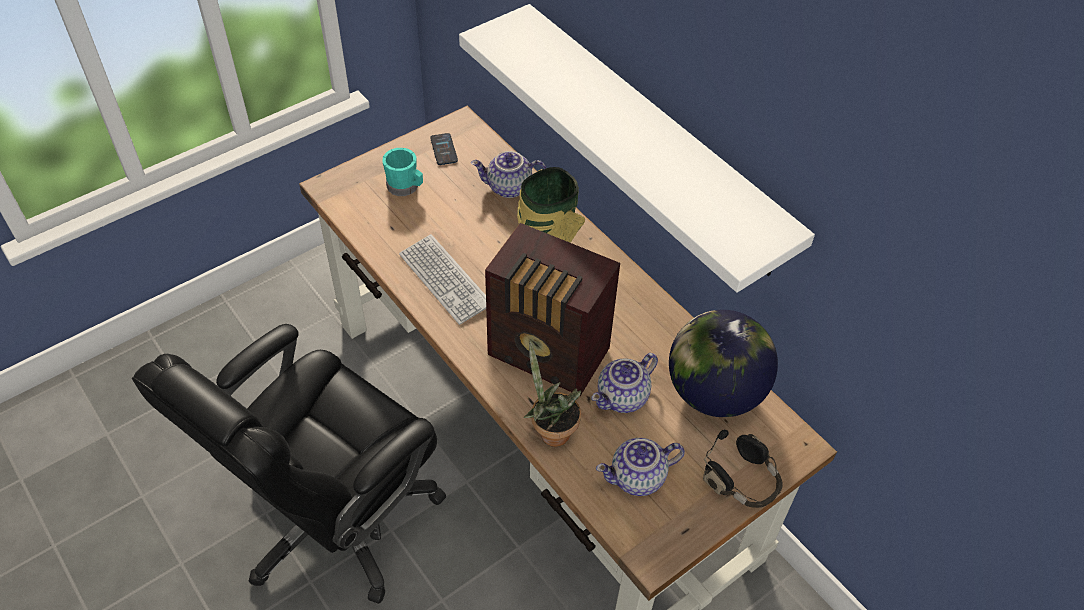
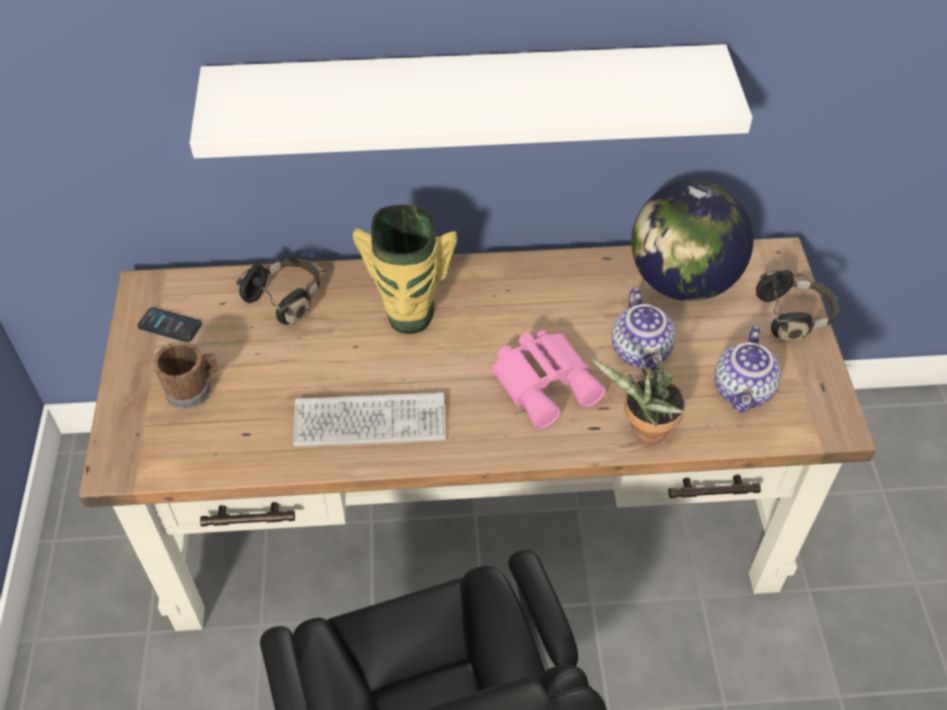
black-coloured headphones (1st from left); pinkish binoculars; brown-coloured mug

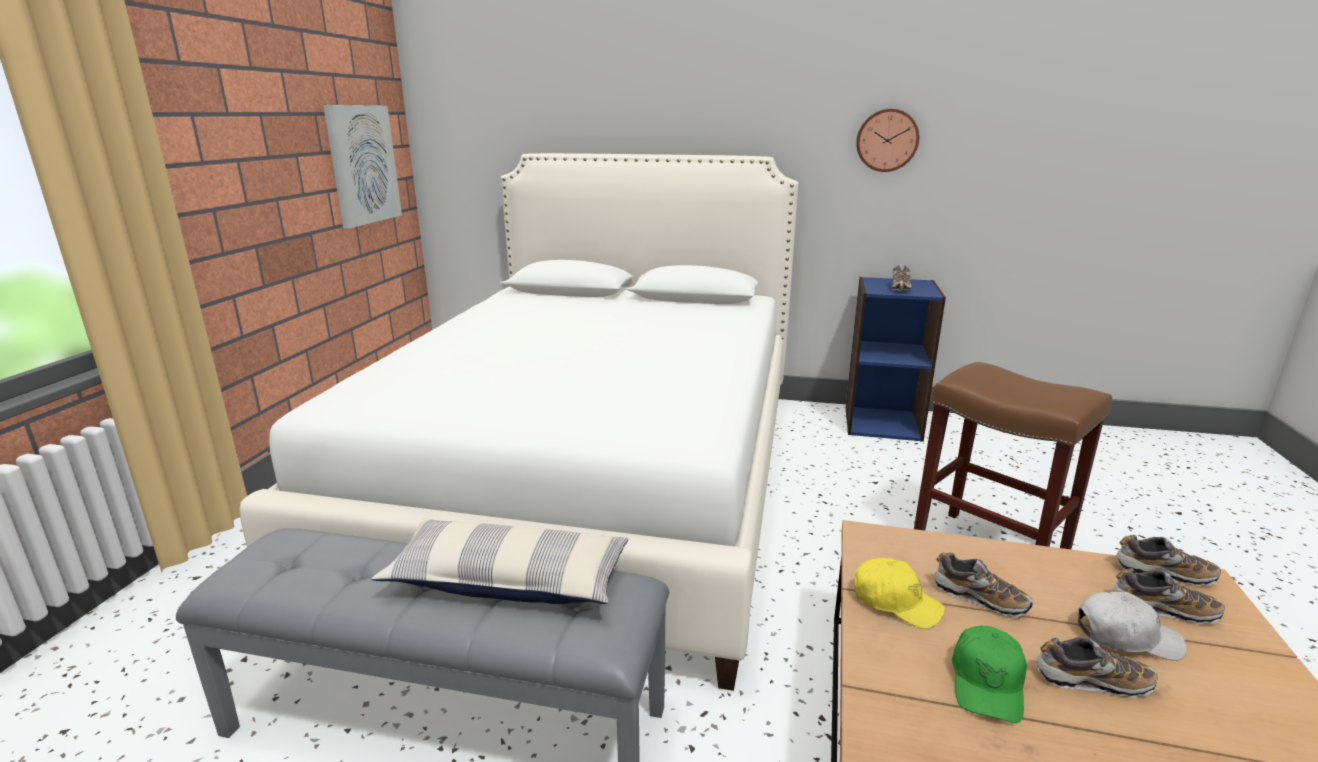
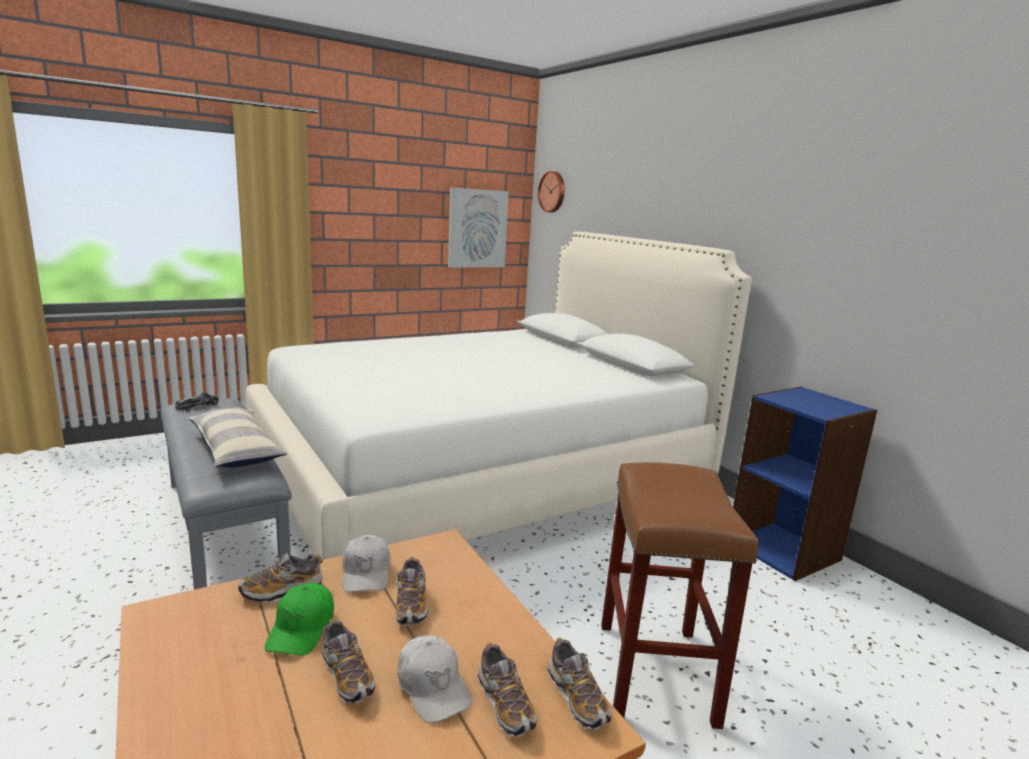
miniature car; hanging clock; shoe (1st from left); white-coloured peaked cap (1st from left); green peaked cap

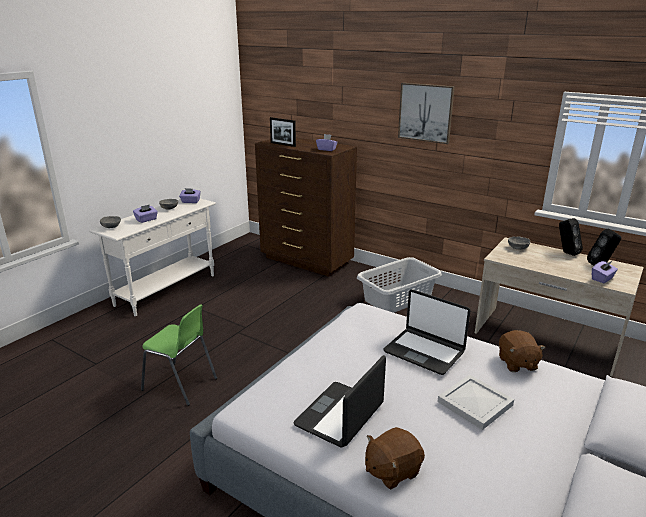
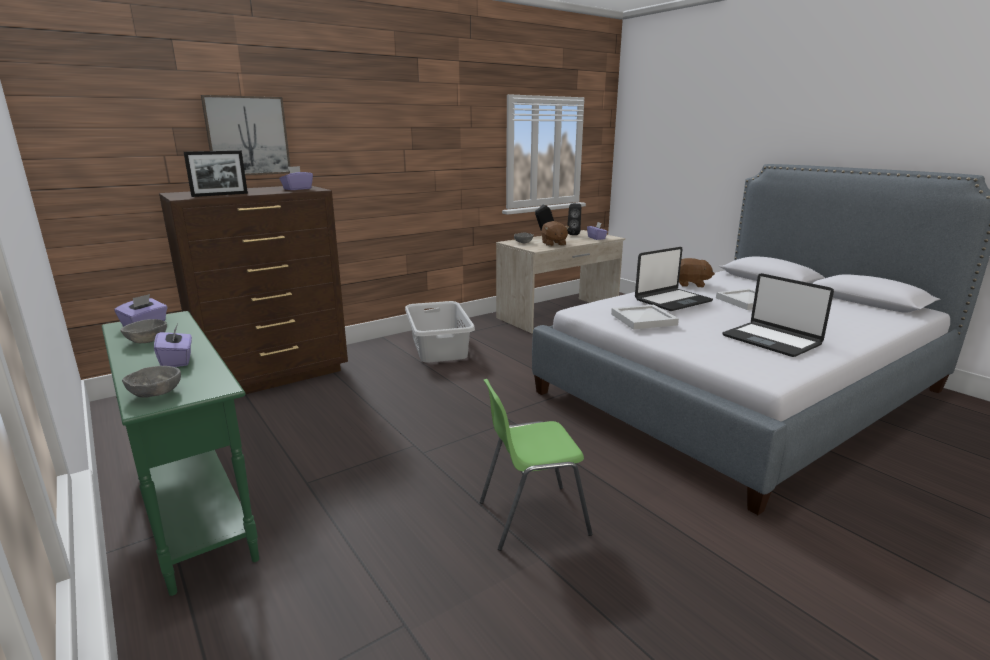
white-coloured tray (1st from left); brown-coloured cuddly toy (1st from left); picture; green console table; green chair

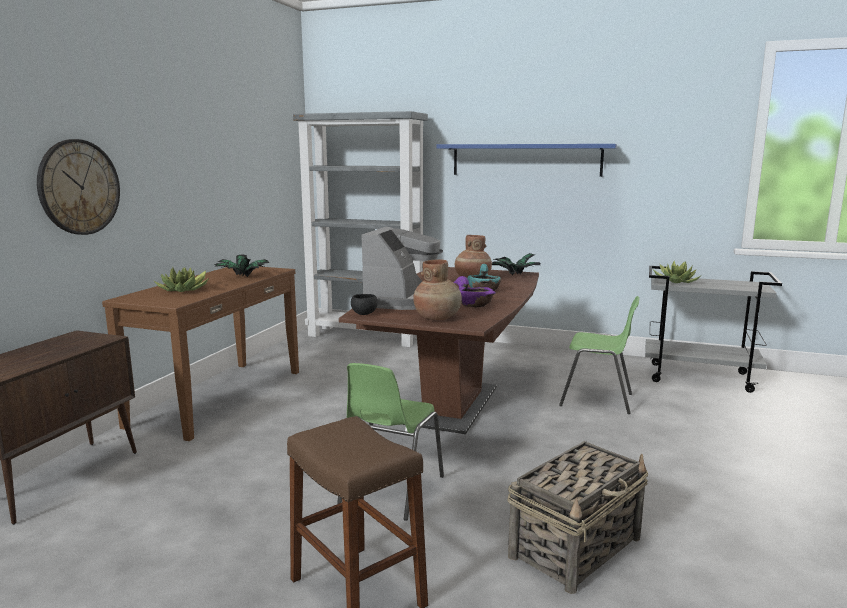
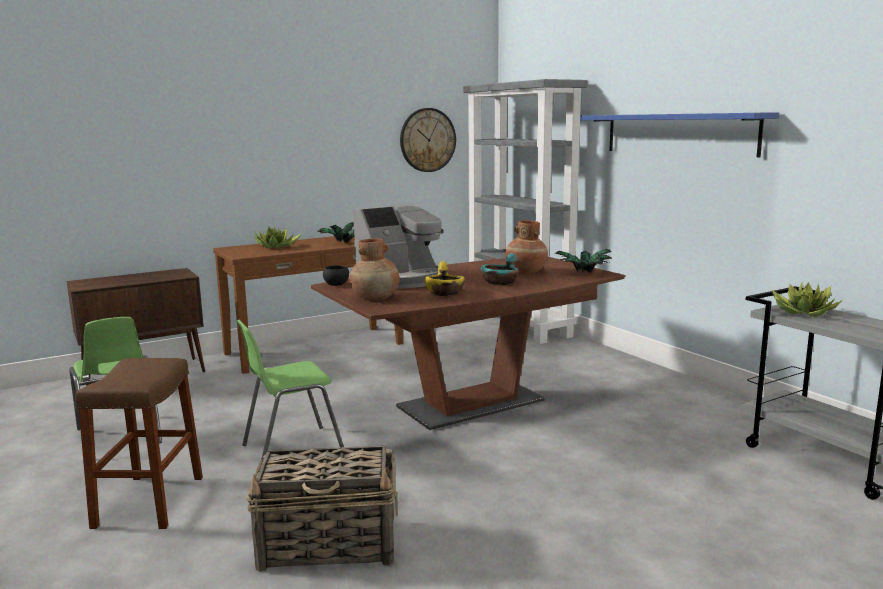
hanging clock; green chair (1st from left); yellow deep dish

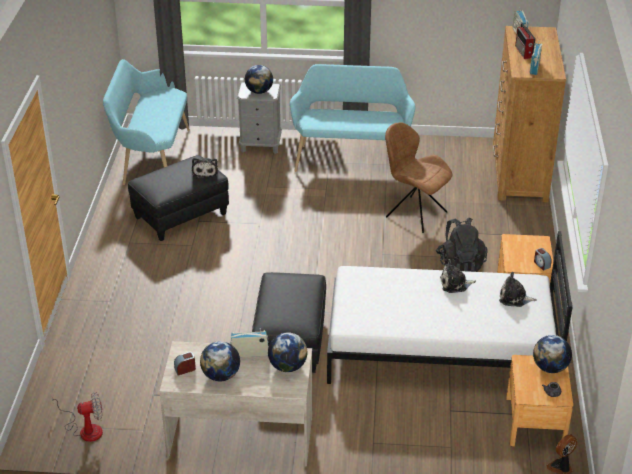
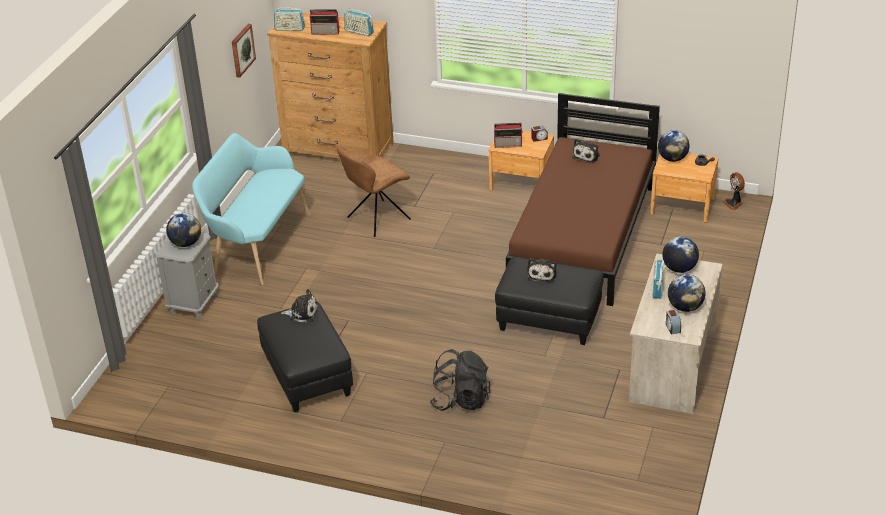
fan (1st from left in the first image); turquoise long seat (1st from left in the first image); picture; radio set (4th from left); black-coloured knapsack; cuddly toy (2nd from left); brown-coloured bedroom bed

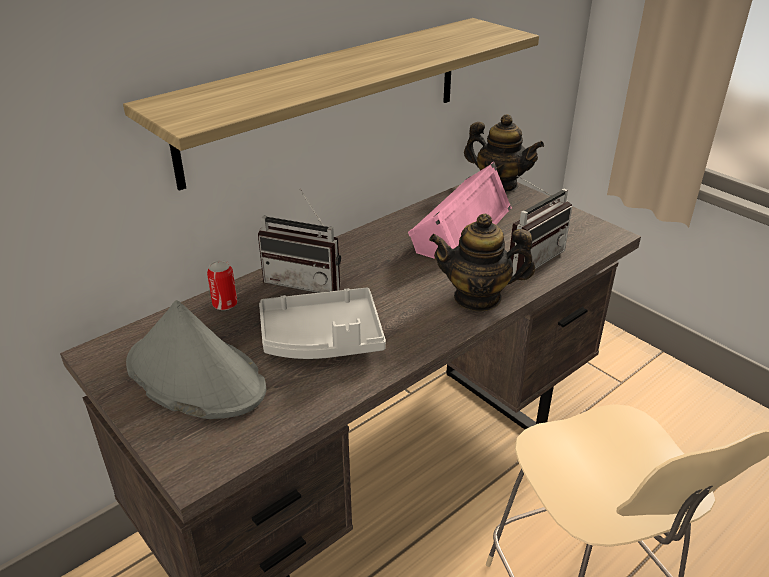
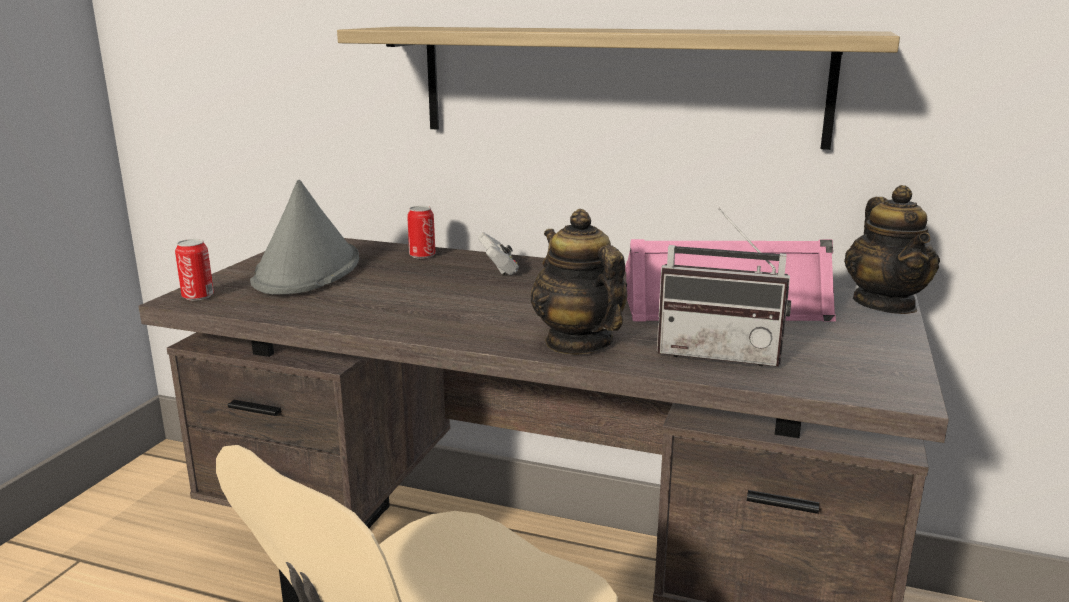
gray tray; sealed can (1st from left); white-coloured joypad

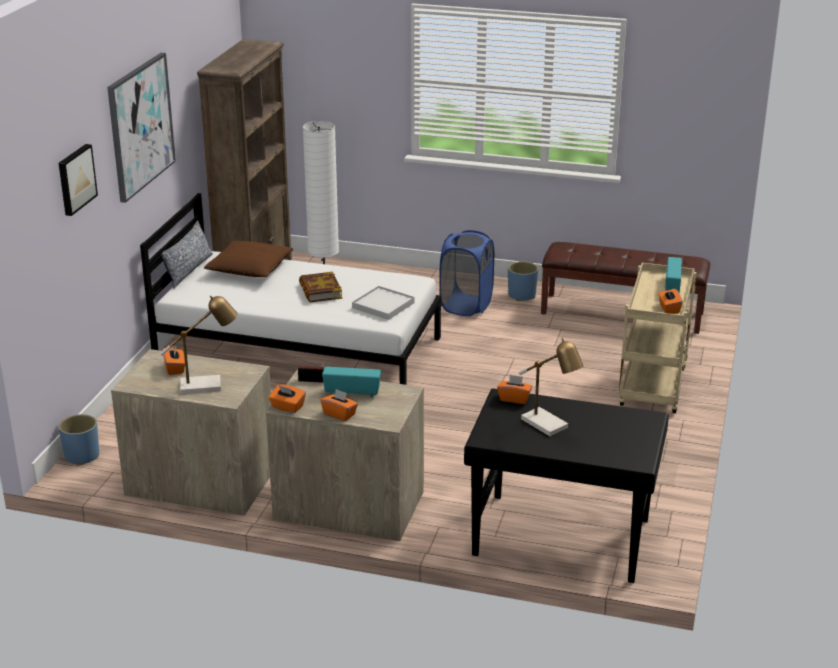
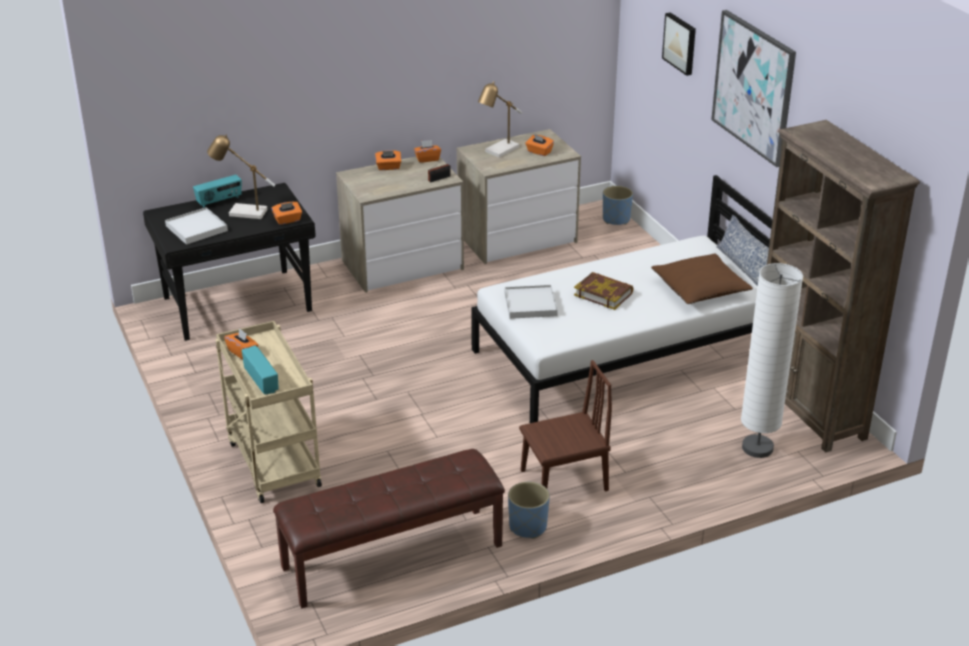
white-coloured tray (1st from left); radio set (1st from left); brown-coloured chair

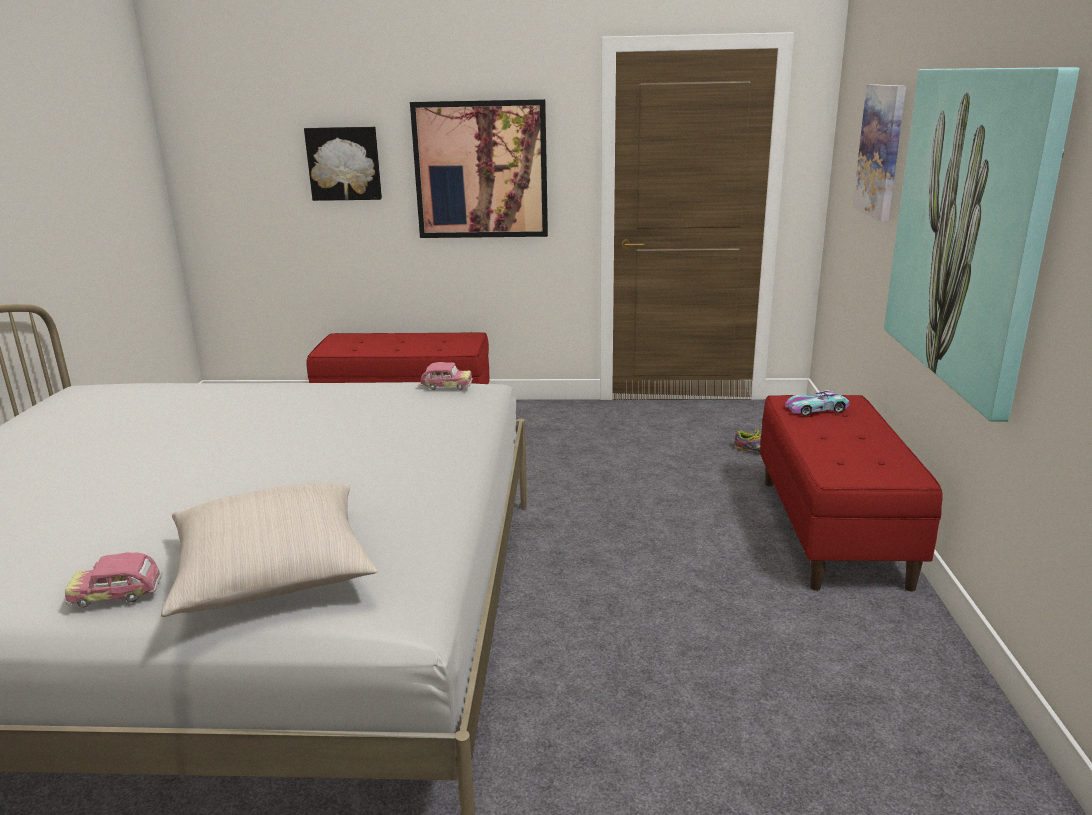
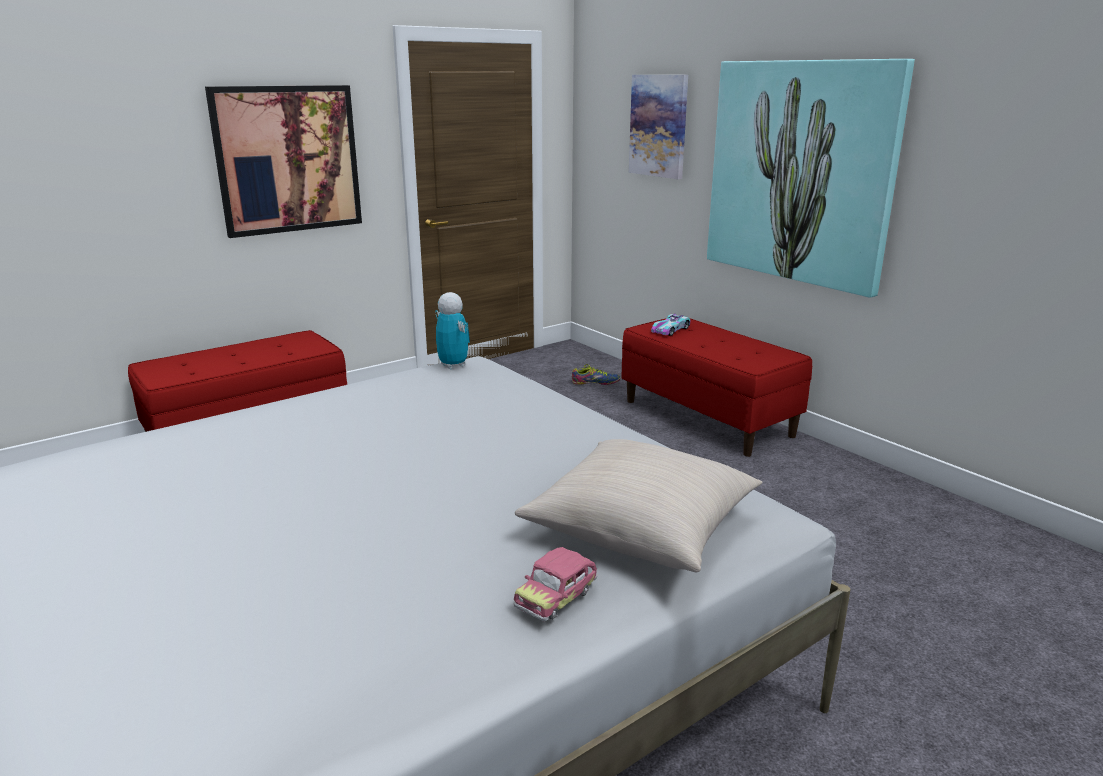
picture (1st from left in the first image); robot figure

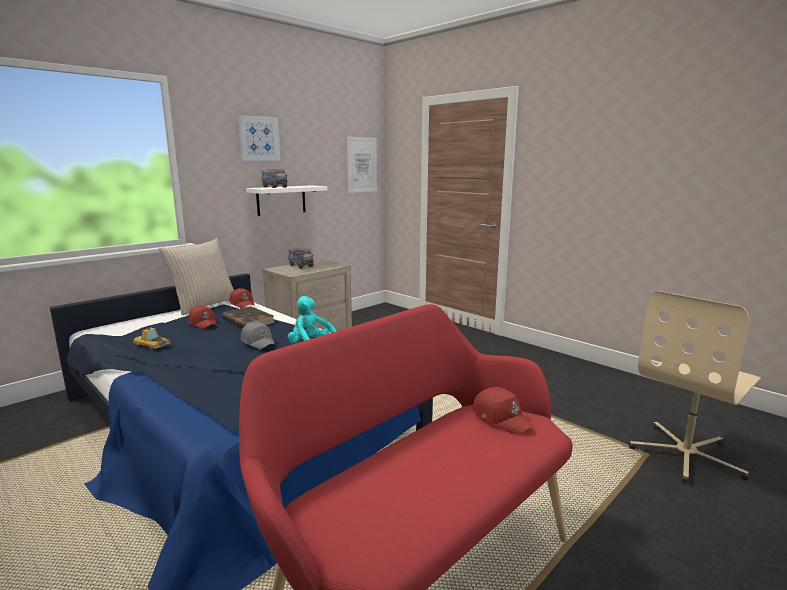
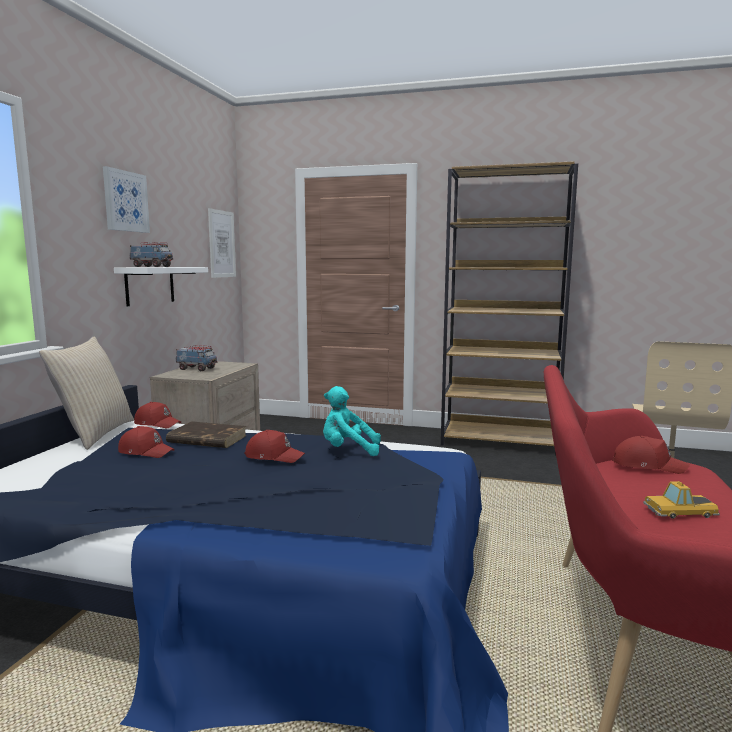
brown-coloured shelving unit; miniature car; reddish peaked cap (3rd from left)

